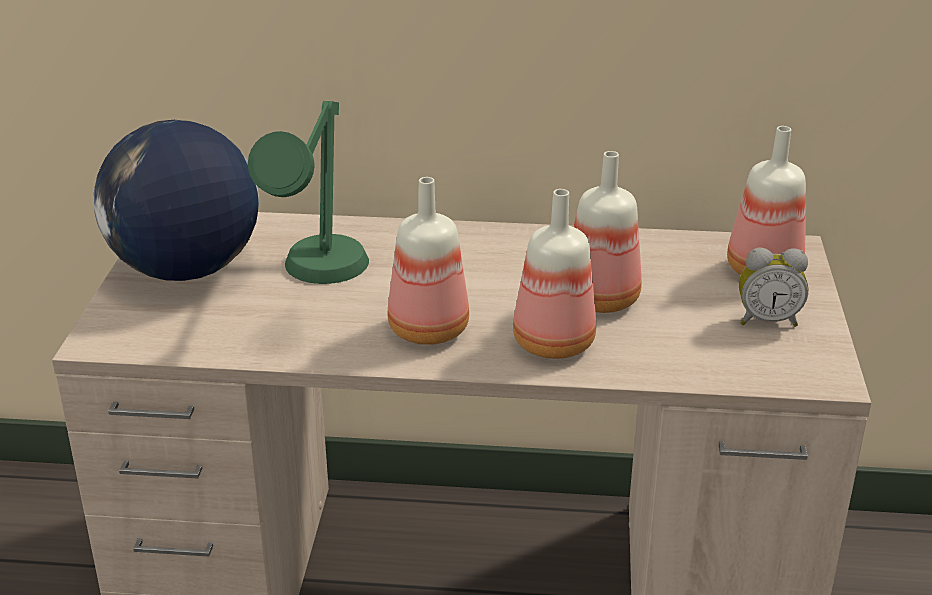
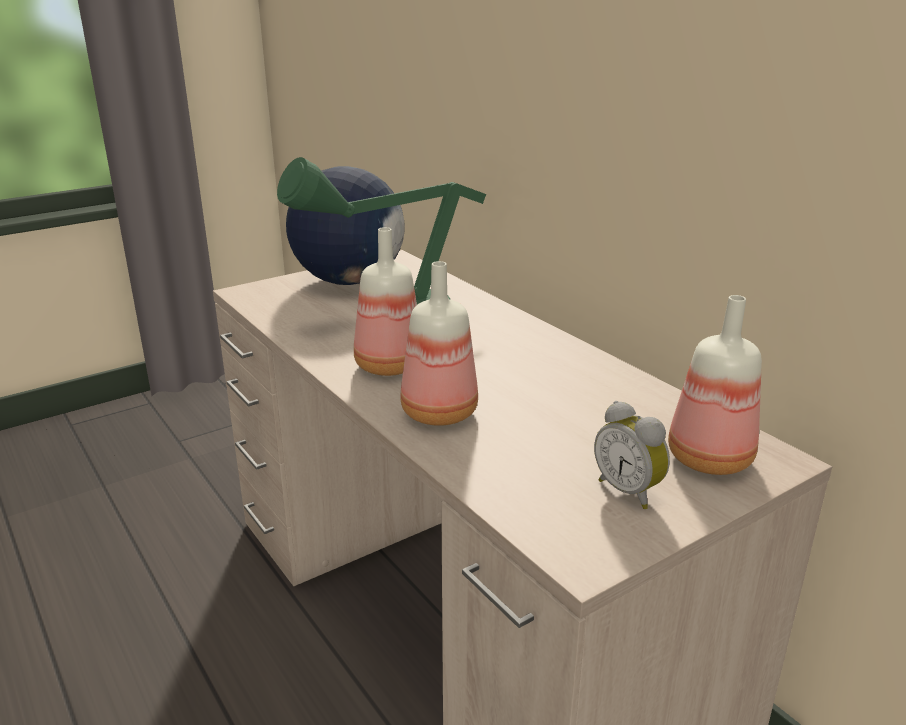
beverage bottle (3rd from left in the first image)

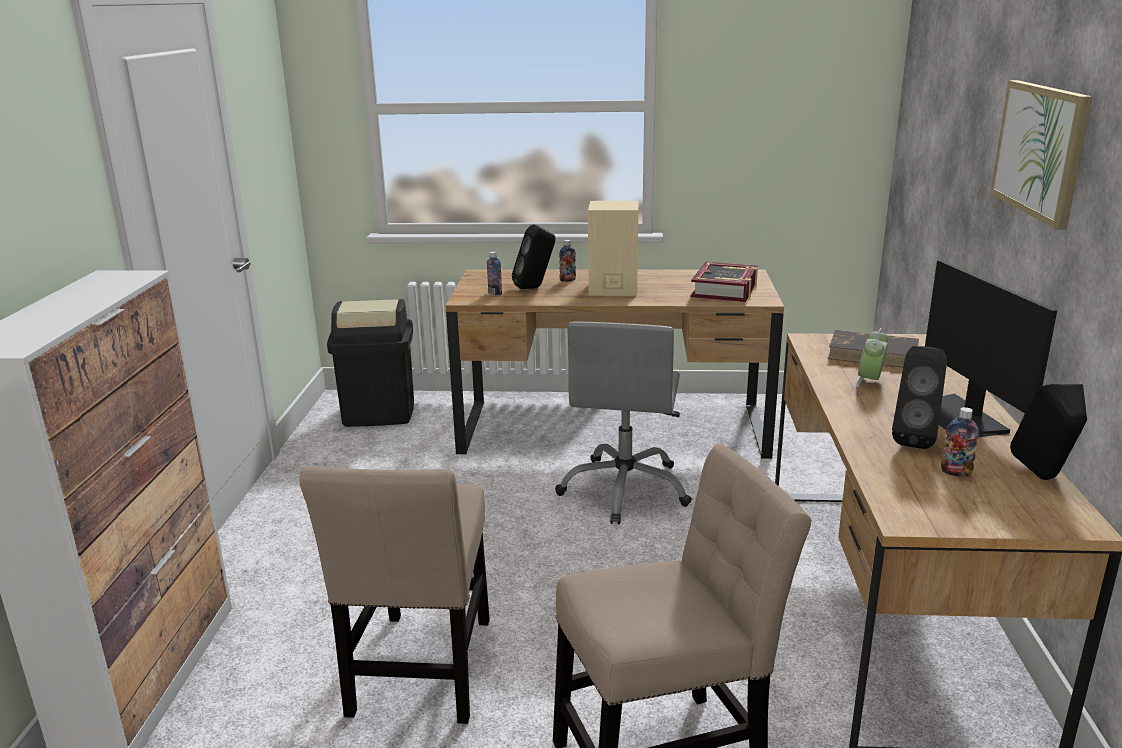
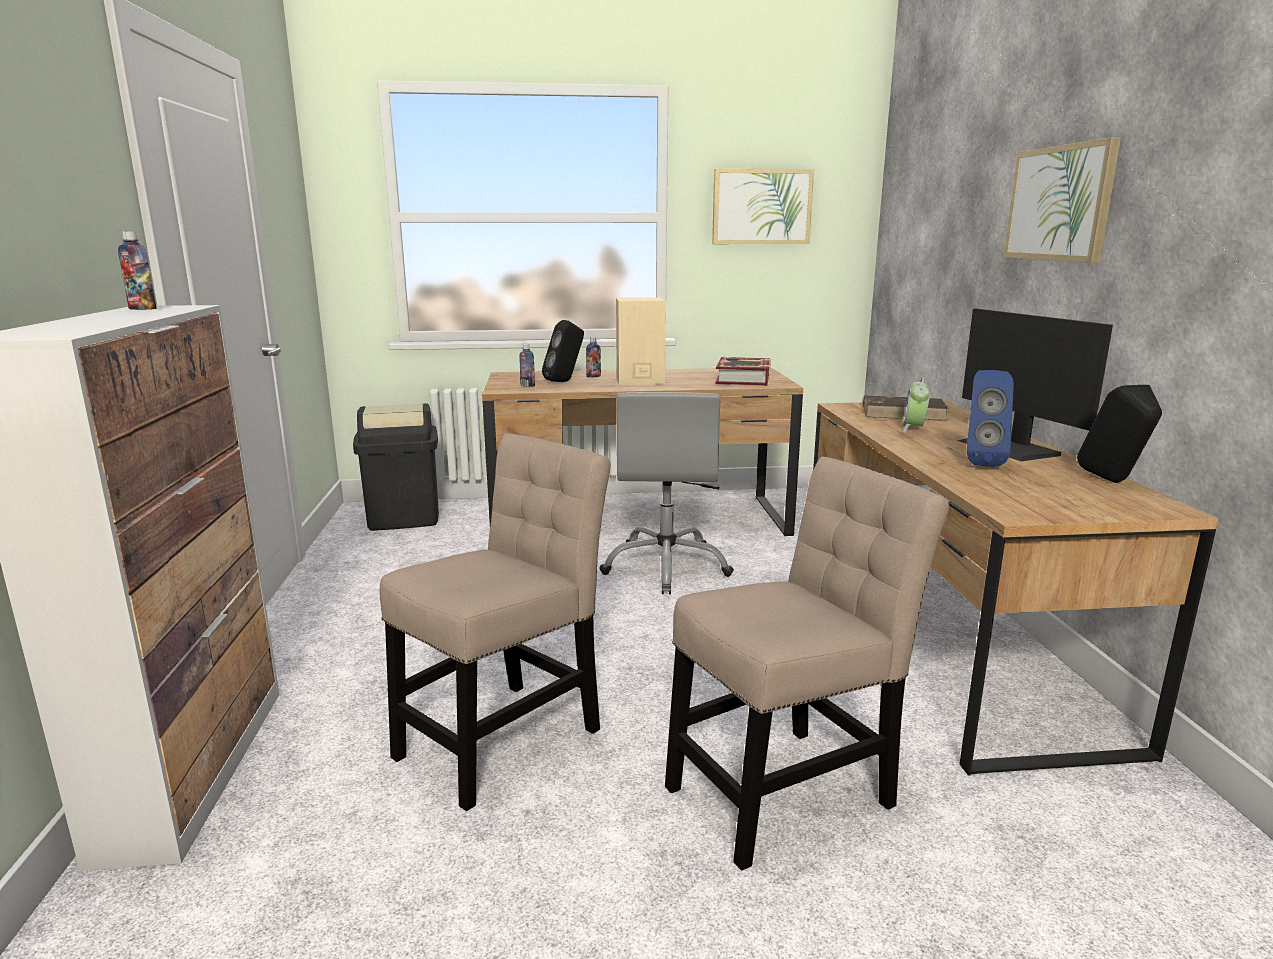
picture (1st from left); beverage bottle (1st from left); bluish speaker; beige chair (1st from left)

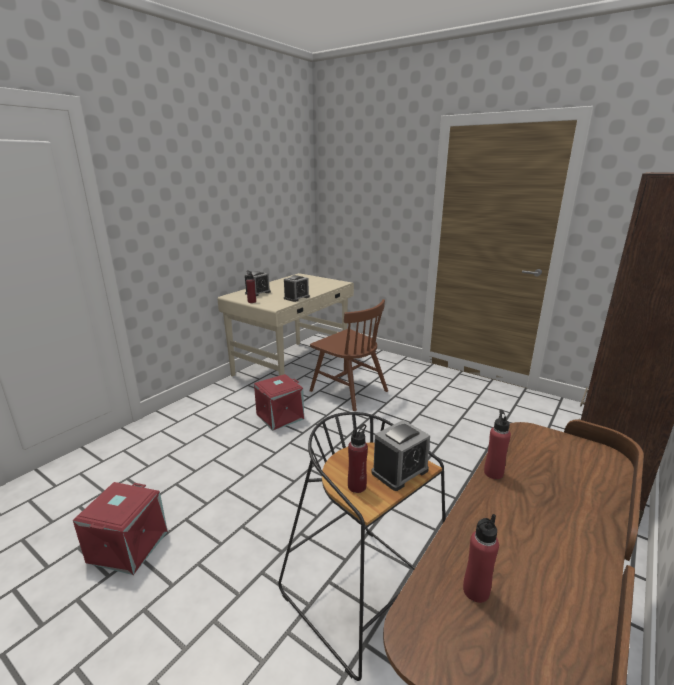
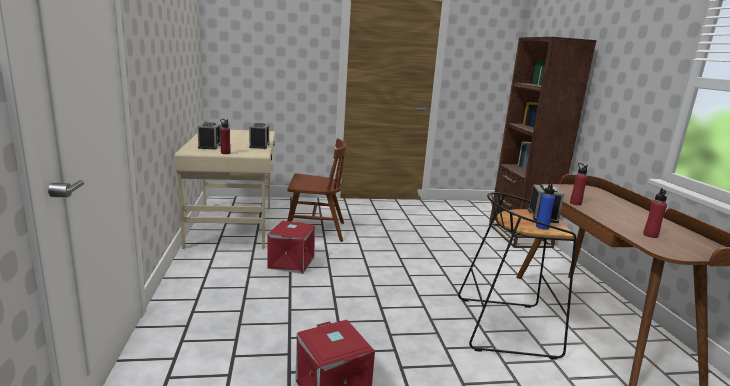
bluish beverage bottle

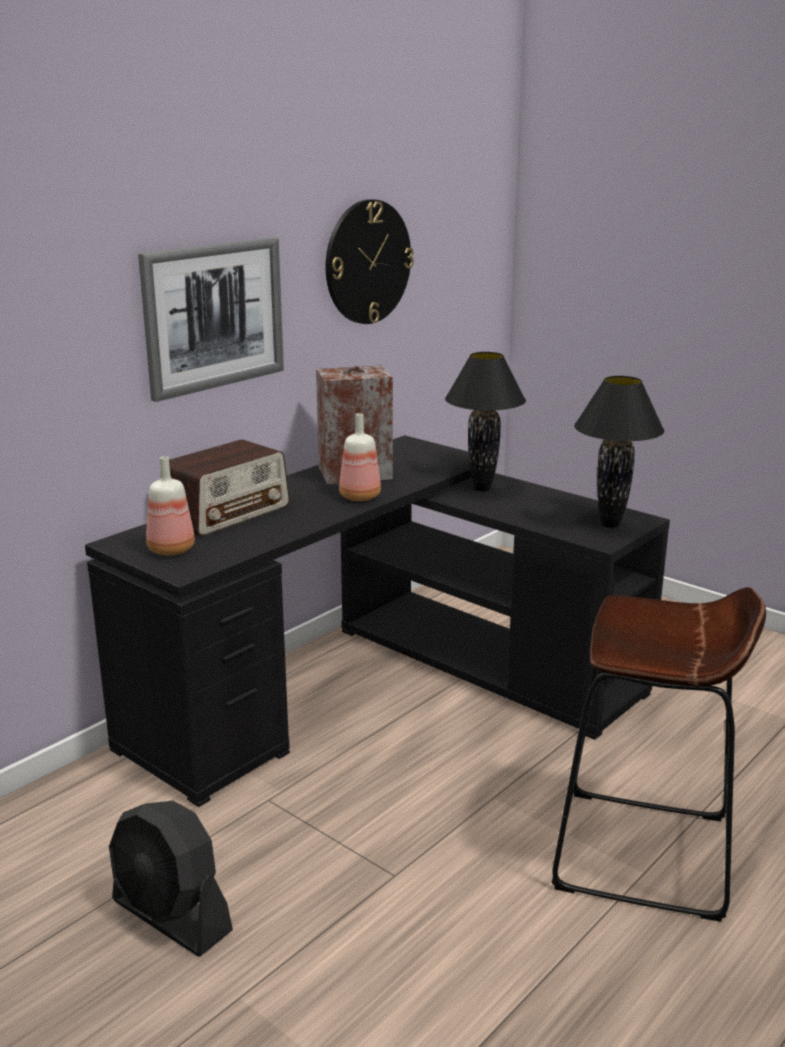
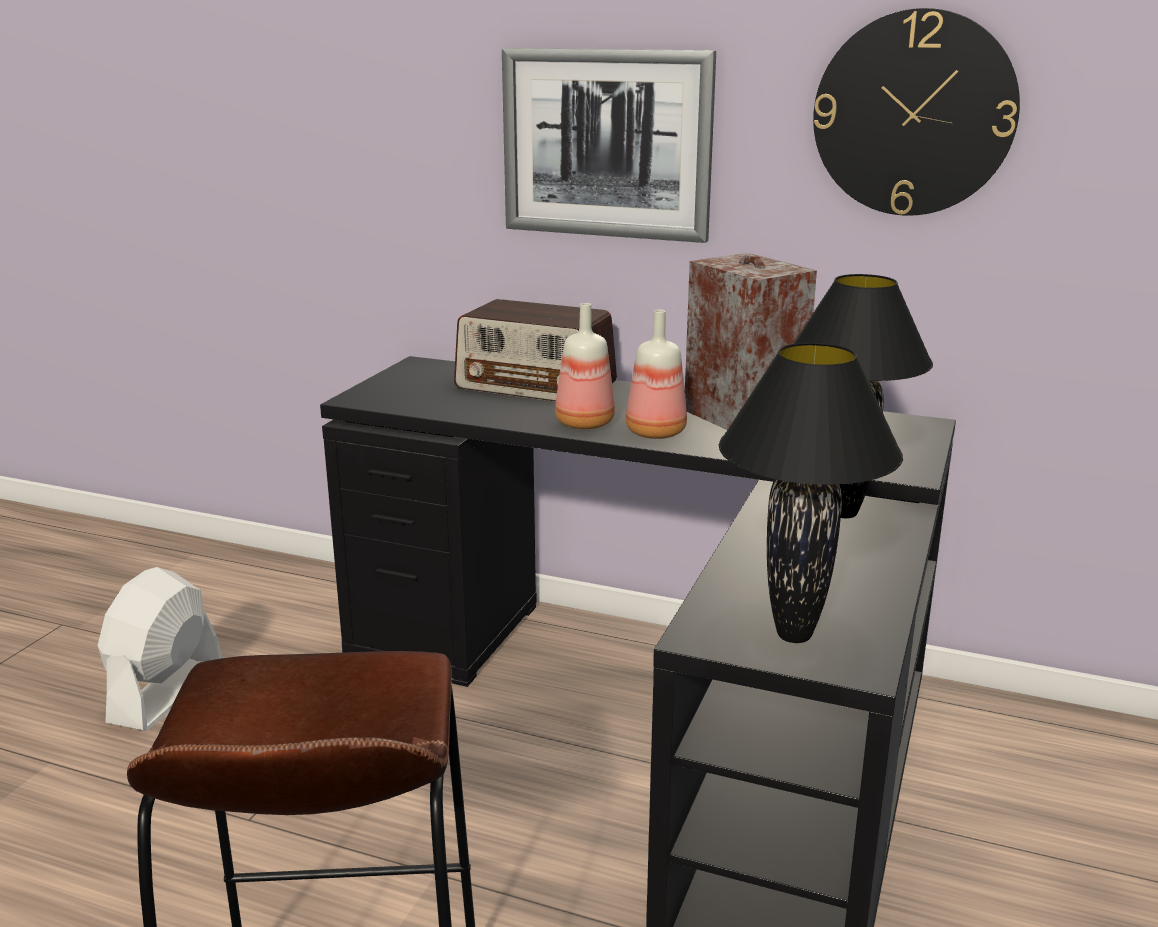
beverage bottle (1st from left); white-coloured fan

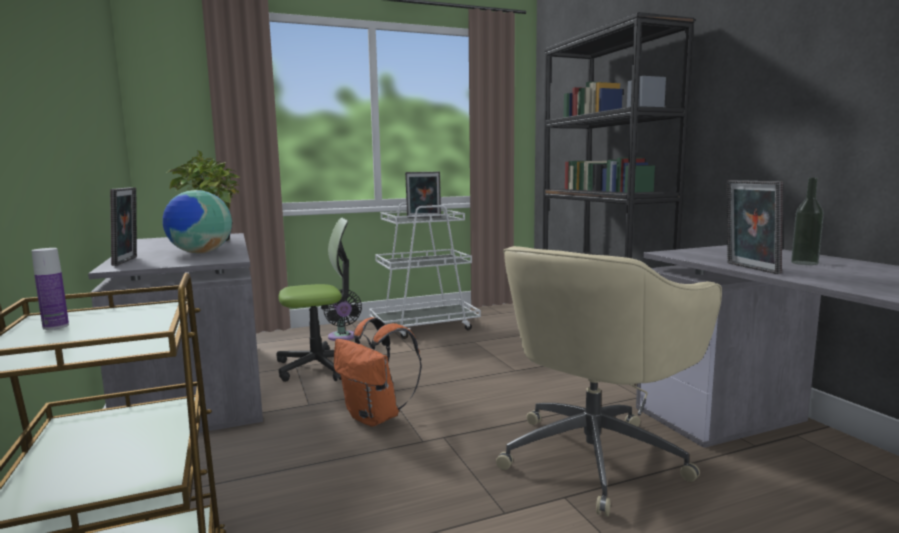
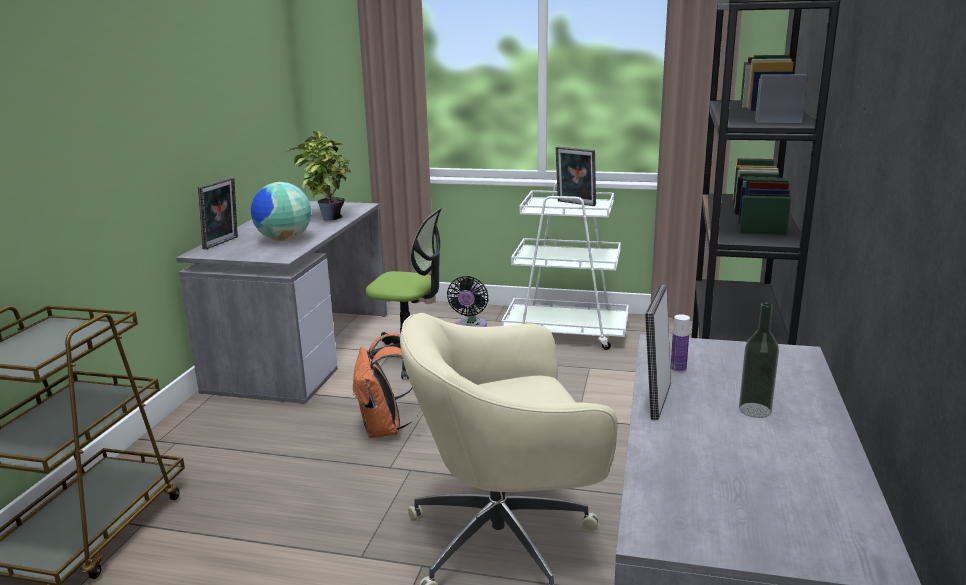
beverage bottle (1st from left)

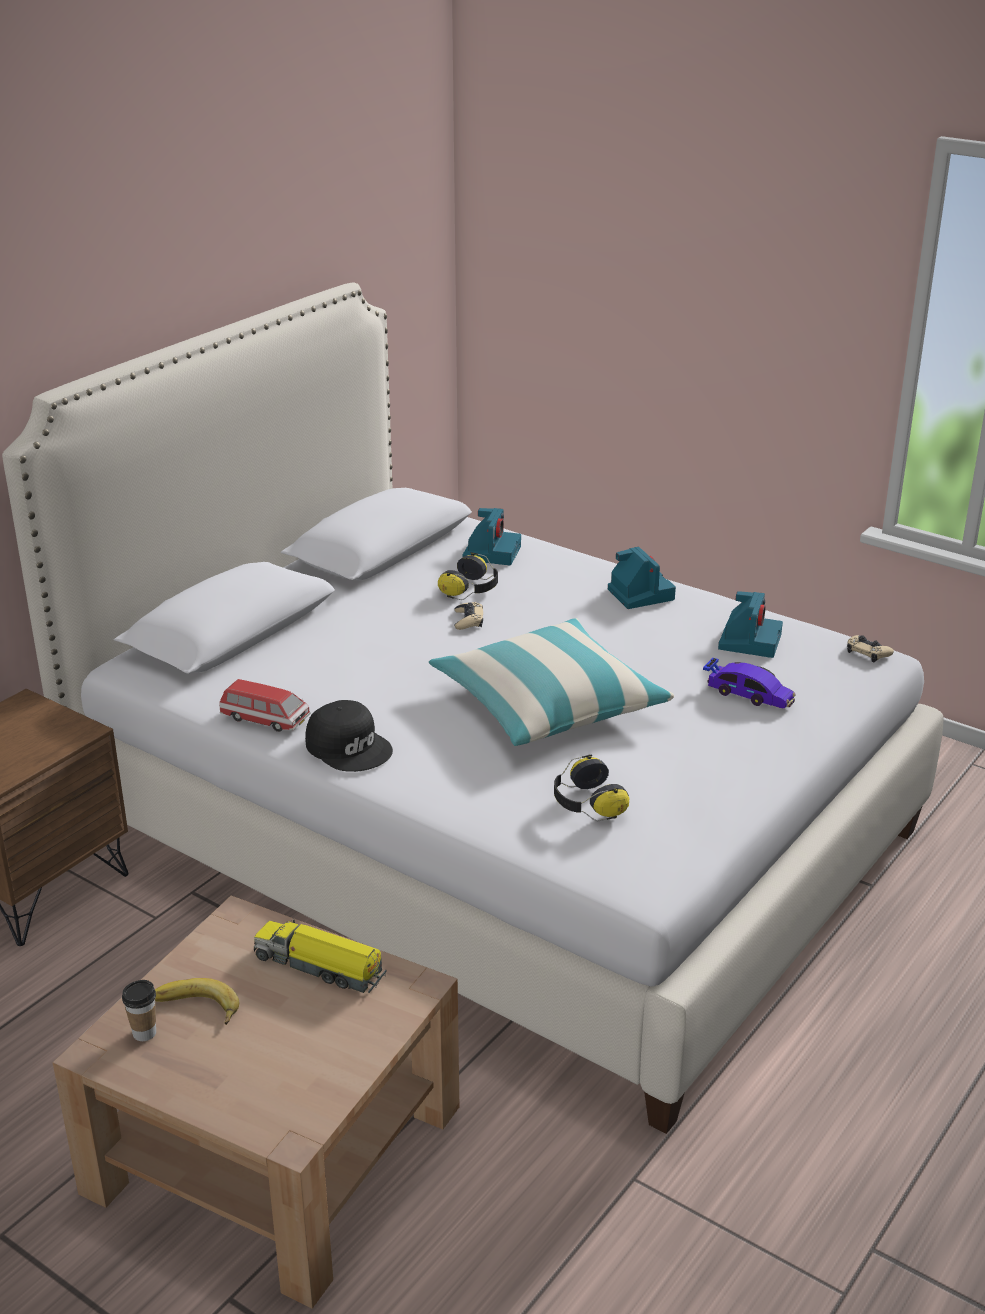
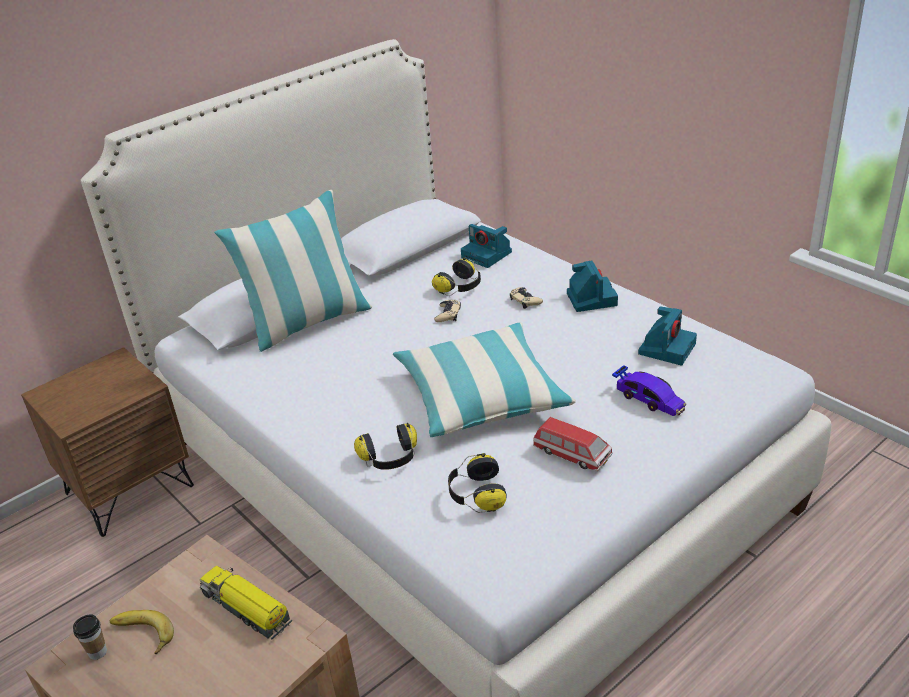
black-coloured peaked cap; throw pillow (1st from left); headphones (1st from left); miniature car (1st from left); beige joypad (2nd from left); still camera (1st from left)

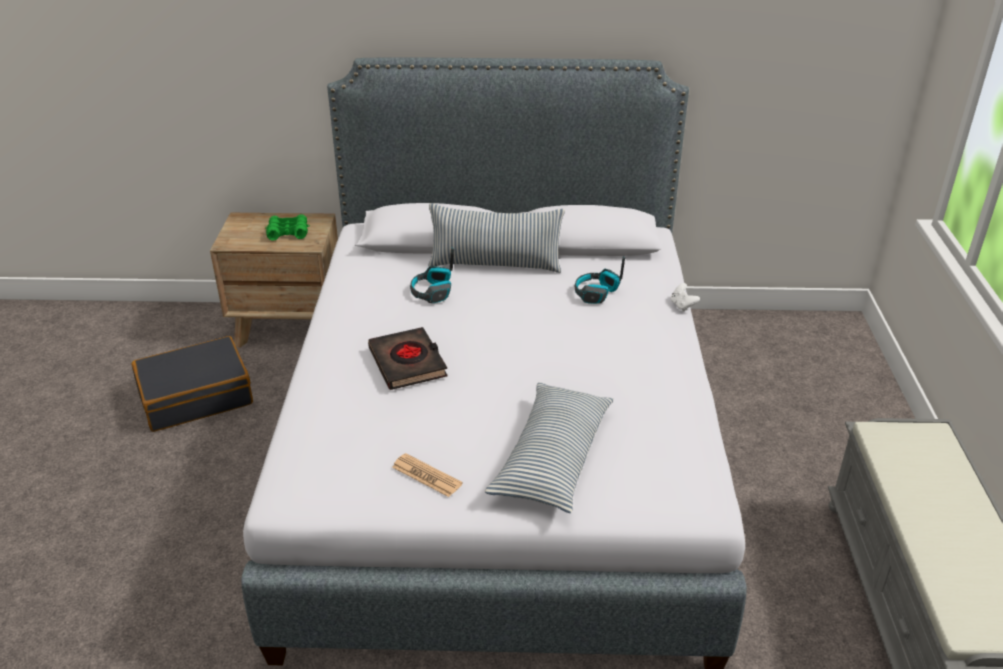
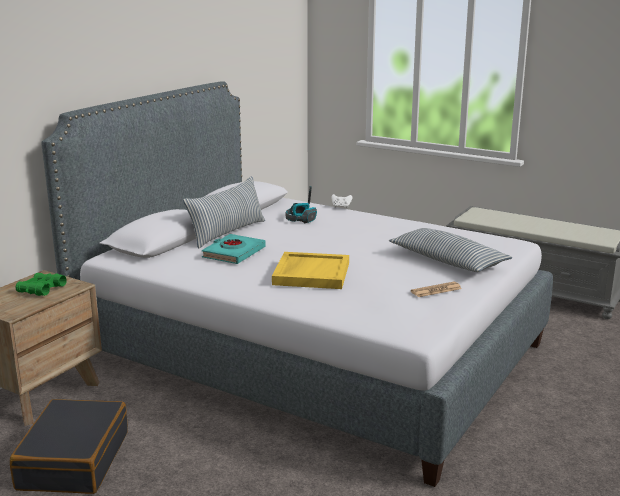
yellow tray; turquoise volume

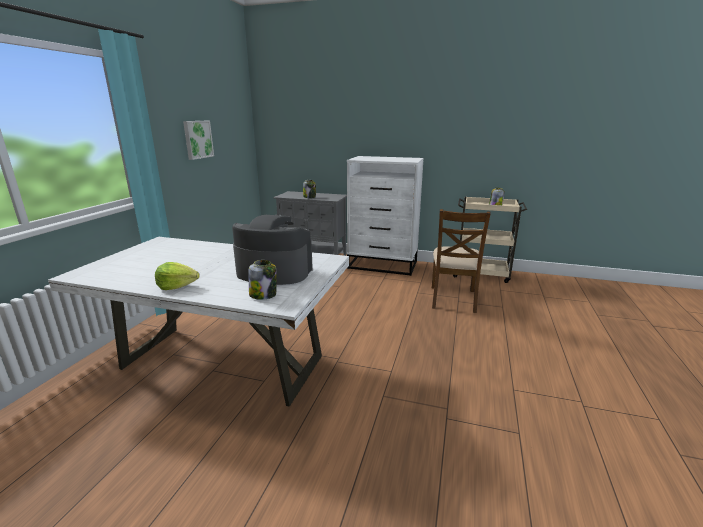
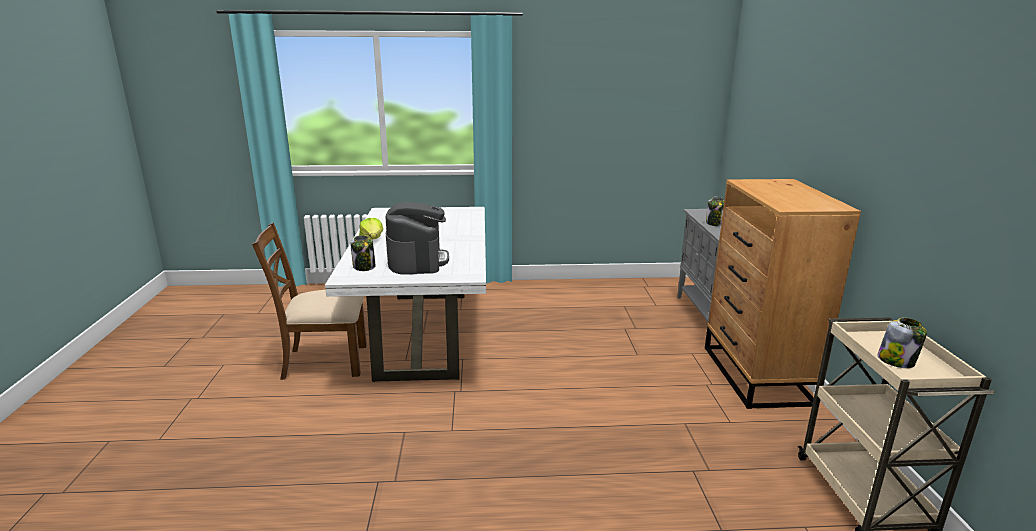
picture; brown-coloured chair; brown-coloured drawer chest

